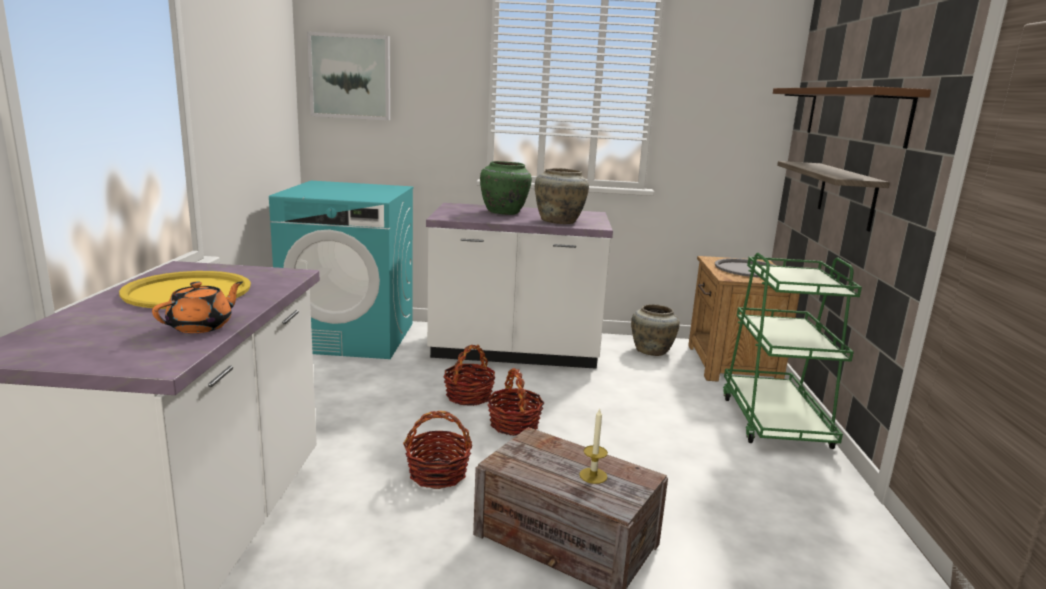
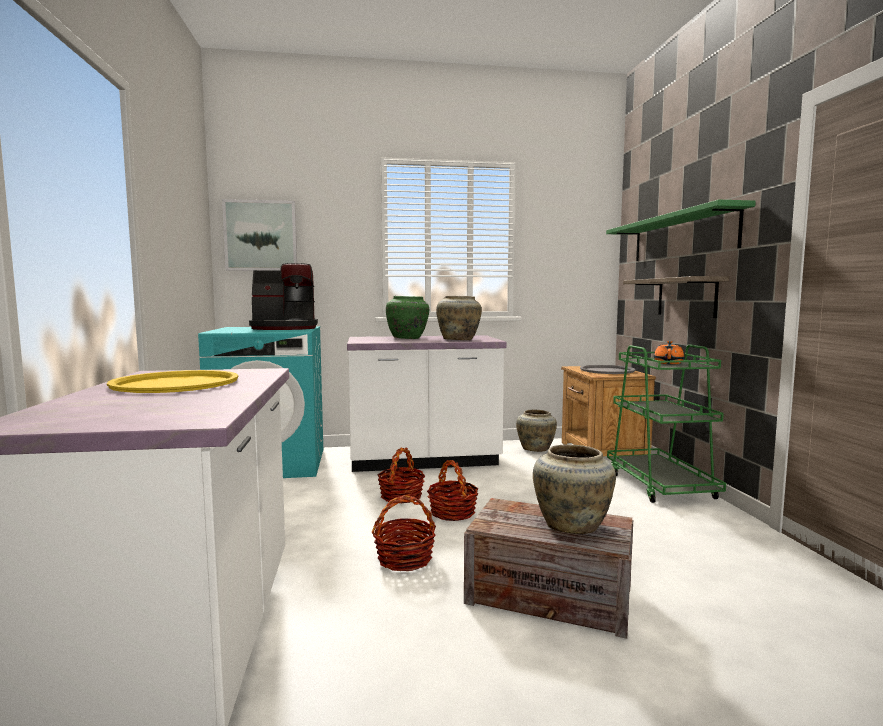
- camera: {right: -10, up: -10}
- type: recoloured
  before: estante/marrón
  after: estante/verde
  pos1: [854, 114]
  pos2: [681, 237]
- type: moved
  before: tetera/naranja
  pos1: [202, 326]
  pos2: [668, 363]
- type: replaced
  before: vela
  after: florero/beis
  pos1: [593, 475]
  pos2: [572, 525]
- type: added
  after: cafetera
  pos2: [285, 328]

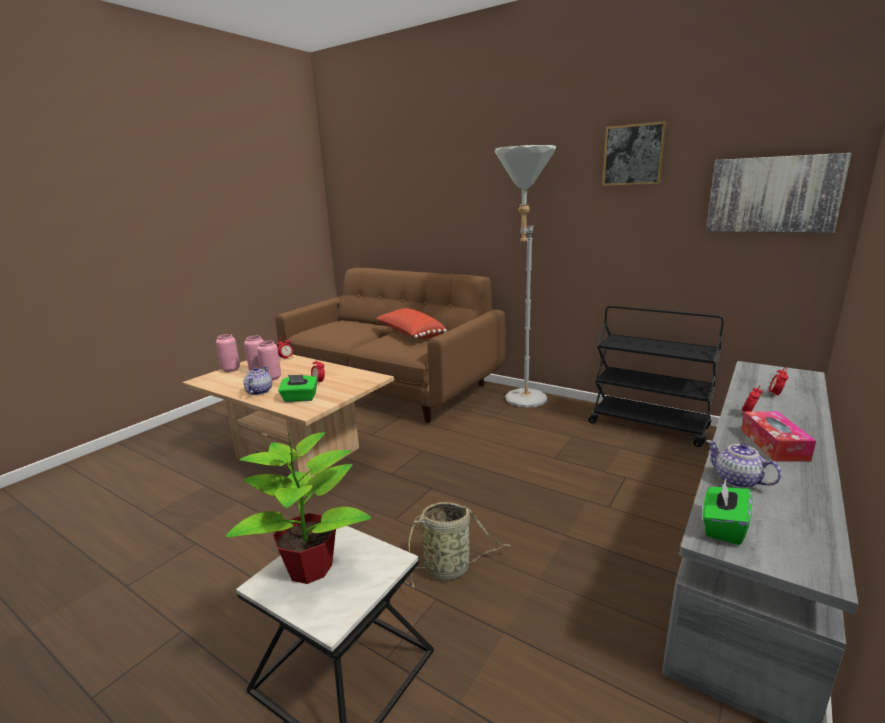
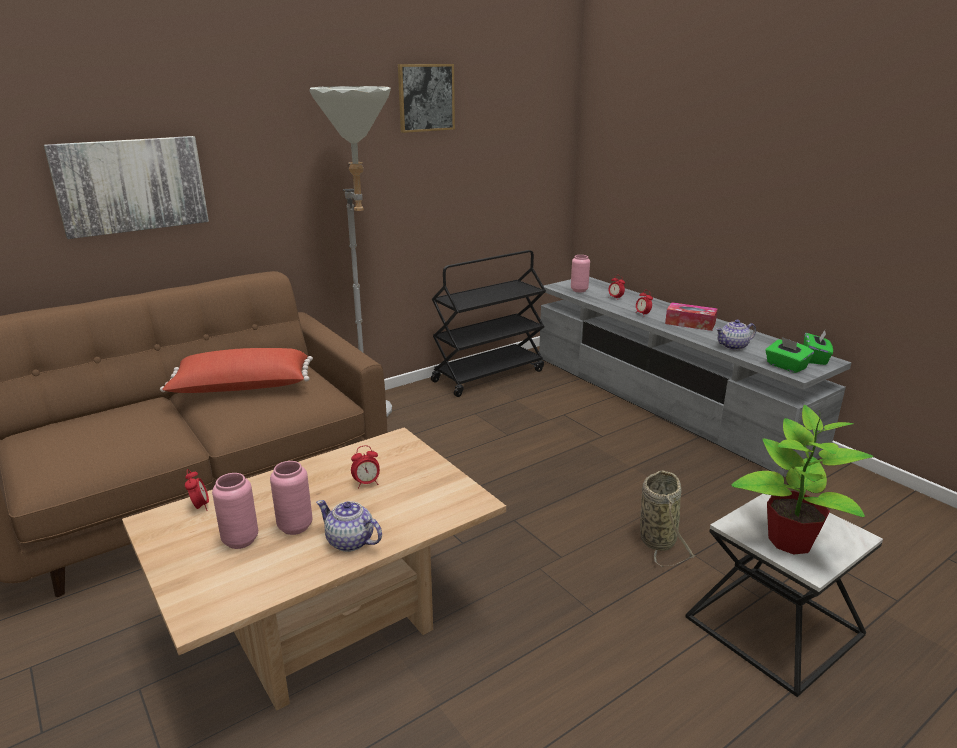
- camera: {right: -70, up: 5}
- type: moved
  before: cuadro
  pos1: [773, 194]
  pos2: [131, 185]
- type: moved
  before: florero/rosa
  pos1: [231, 370]
  pos2: [579, 290]
- type: moved
  before: caja de pañuelos/verde
  pos1: [300, 398]
  pos2: [815, 358]

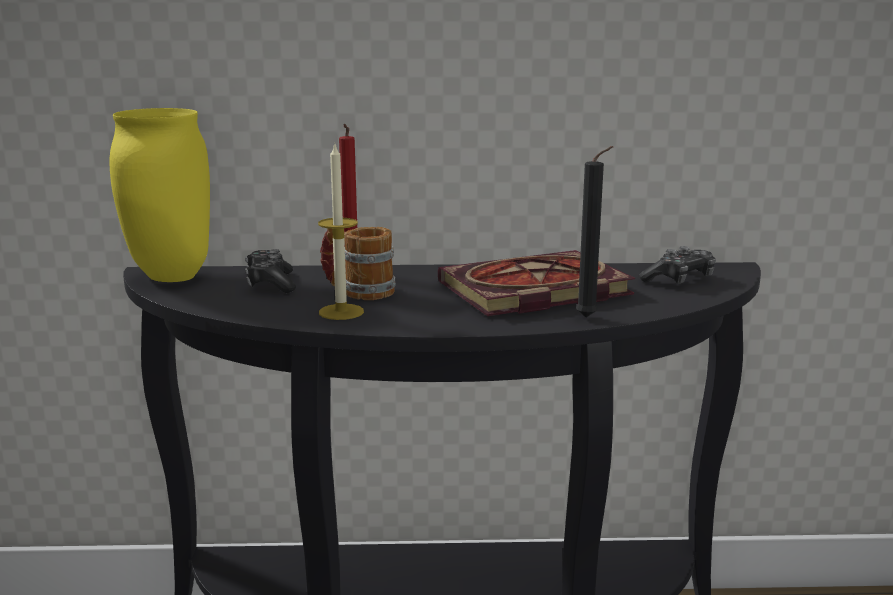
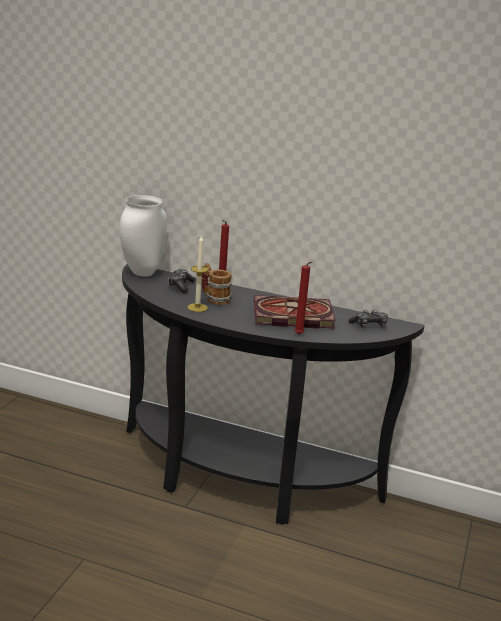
- camera: {right: 20, up: 5}
- type: recoloured
  before: florero/amarillo
  after: florero/blanco
  pos1: [169, 276]
  pos2: [141, 272]
- type: recoloured
  before: vela/negro
  after: vela/rojo
  pos1: [589, 318]
  pos2: [299, 335]

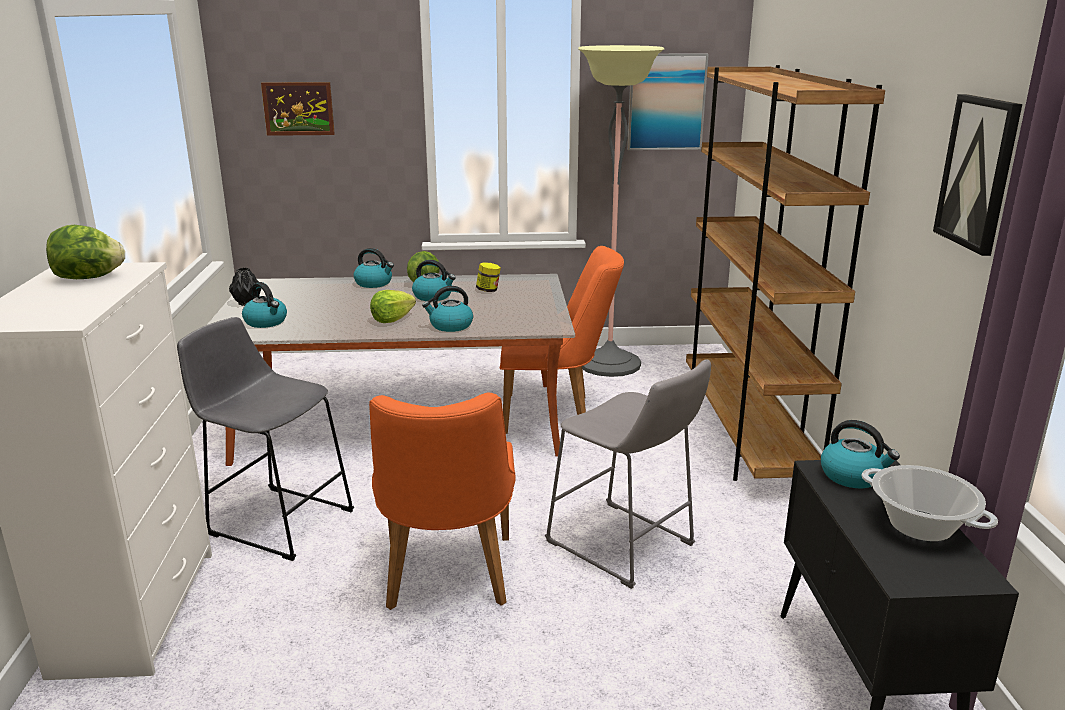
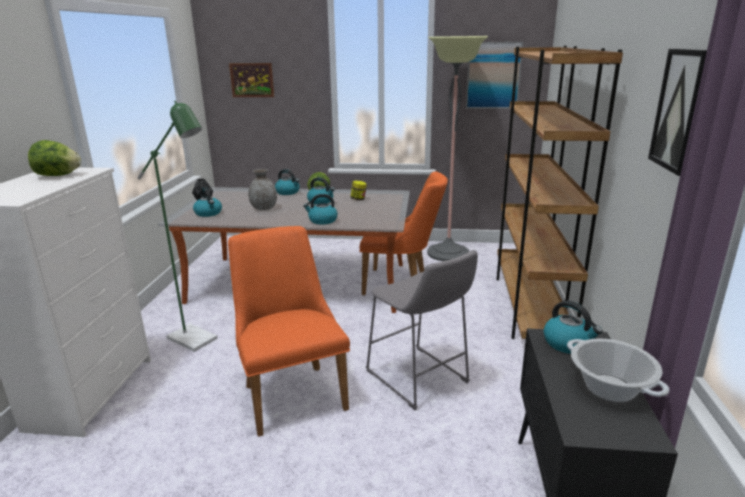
- camera: {right: 10, up: 0}
- type: removed
  before: lechuga
  pos1: [392, 319]
- type: replaced
  before: taburete/gris
  after: lámpara de pie/verde
  pos1: [276, 520]
  pos2: [198, 341]
- type: turned
  before: silla/naranja
  pos1: [447, 580]
  pos2: [291, 391]
  turn: 150
- type: added
  after: florero/gris
  pos2: [263, 208]

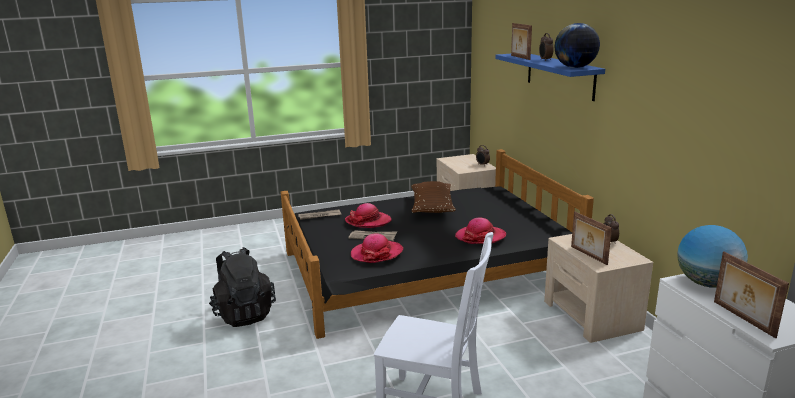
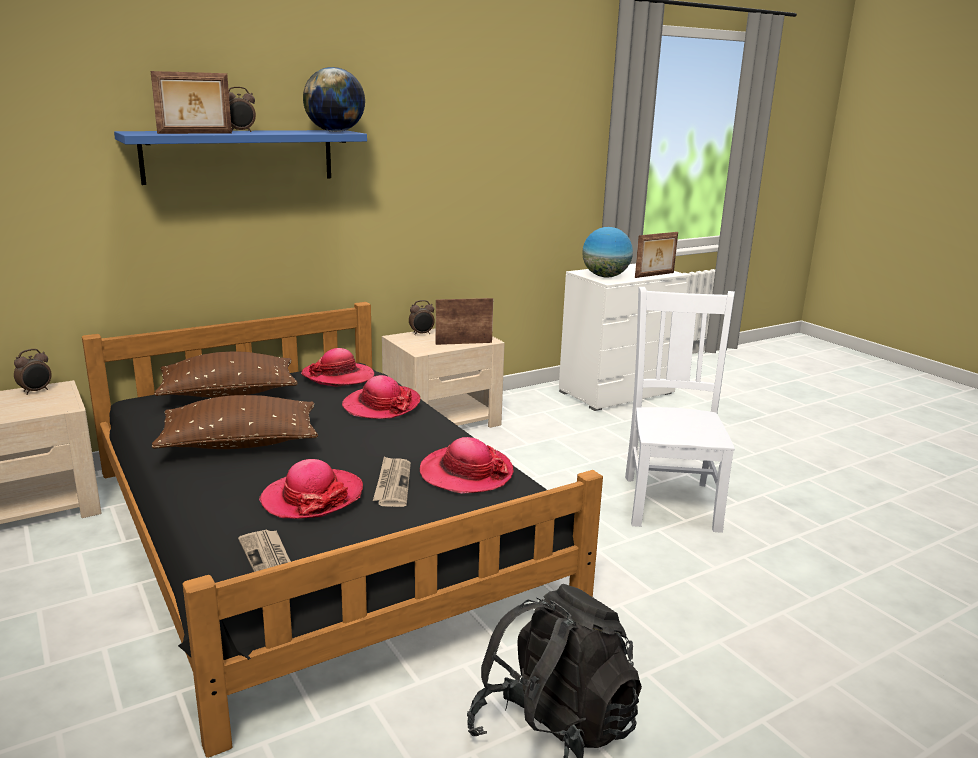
- camera: {right: -105, up: 0}
- type: turned
  before: portarretratos
  pos1: [588, 255]
  pos2: [463, 343]
  turn: -150
- type: added
  after: sombrero
  pos2: [338, 376]
- type: added
  after: cojín/marrón
  pos2: [229, 394]

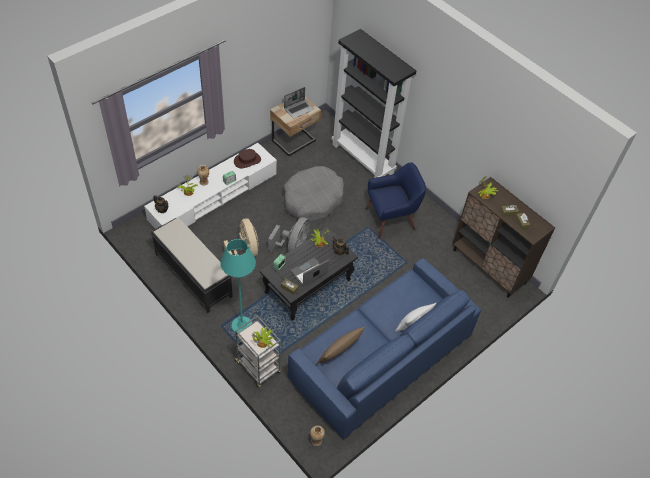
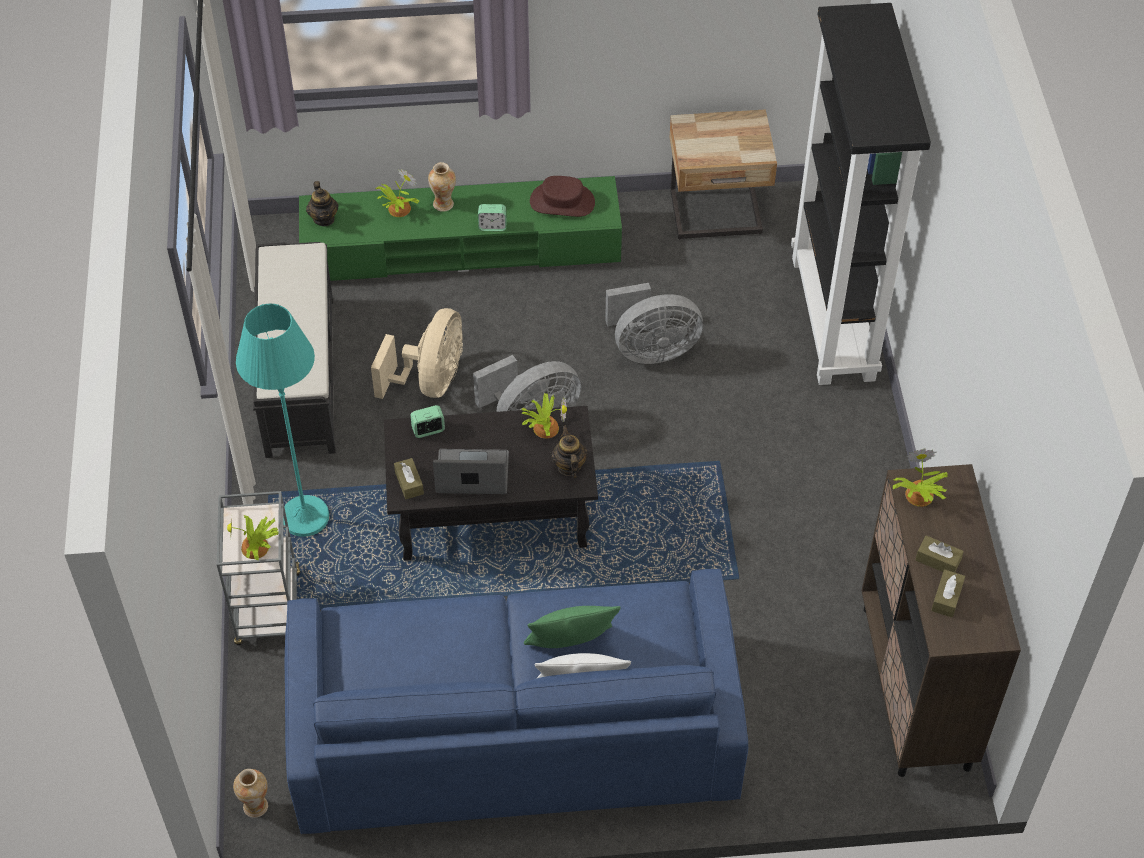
- camera: {right: 40, up: 0}
- type: removed
  before: portátil
  pos1: [299, 109]
- type: recoloured
  before: mueble de televisión/blanco
  after: mueble de televisión/verde
  pos1: [214, 197]
  pos2: [462, 248]
- type: removed
  before: sillón/azul
  pos1: [391, 219]
- type: replaced
  before: cama para perro/gris
  after: ventilador/gris
  pos1: [312, 200]
  pos2: [651, 349]
- type: removed
  before: cojín/marrón
  pos1: [340, 351]
- type: added
  after: cojín/verde
  pos2: [570, 646]

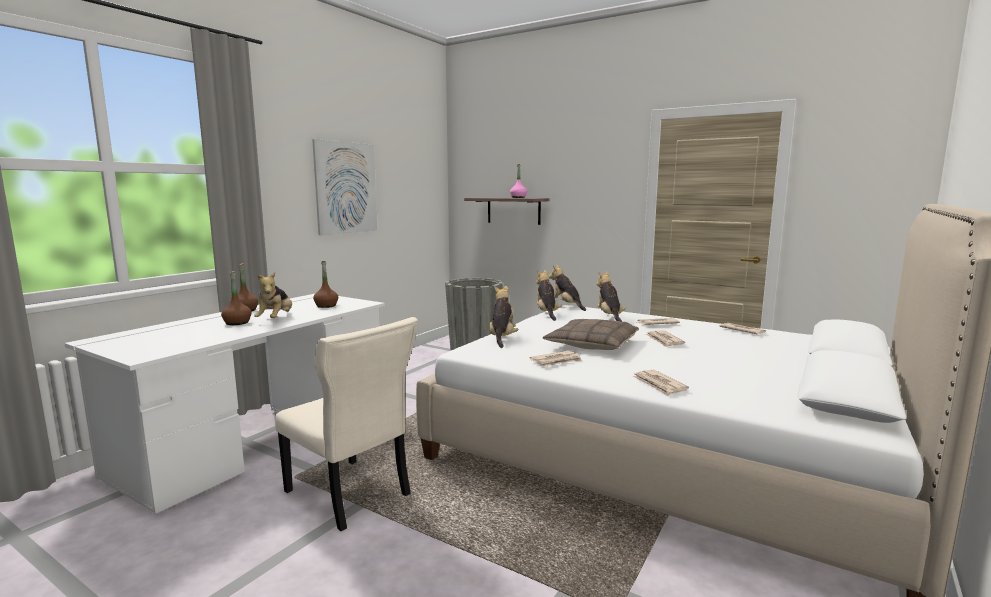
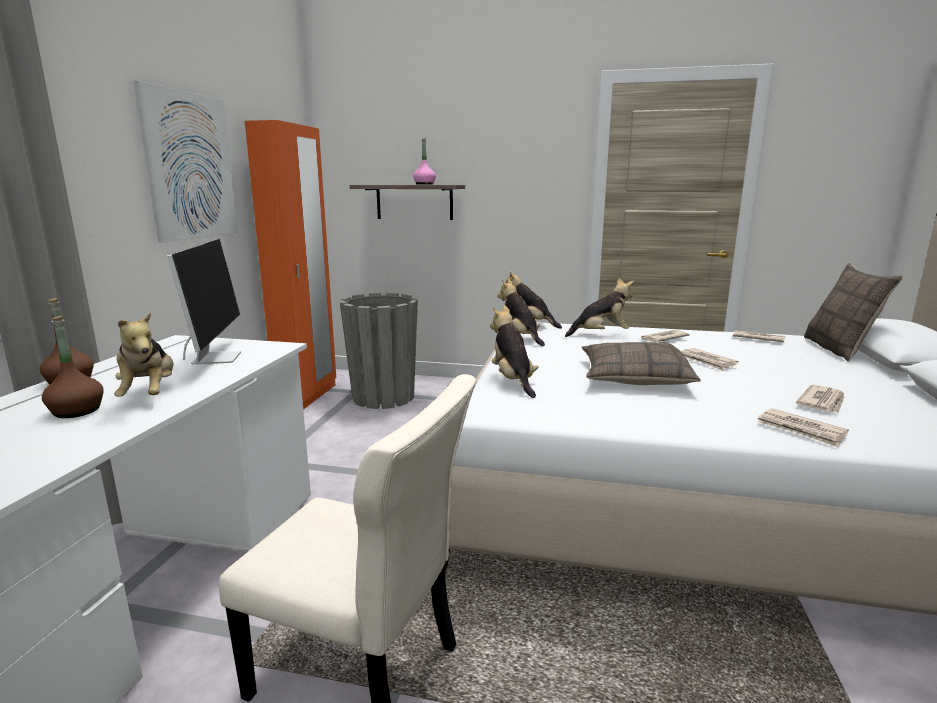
- camera: {right: -20, up: 5}
- type: replaced
  before: botella/marrón
  after: monitor
  pos1: [326, 306]
  pos2: [216, 358]
- type: turned
  before: peluche
  pos1: [609, 317]
  pos2: [600, 334]
  turn: 105
- type: moved
  before: periódico
  pos1: [556, 361]
  pos2: [822, 402]
- type: added
  after: armario ropero/naranja
  pos2: [307, 396]
- type: added
  after: cojín
  pos2: [839, 349]

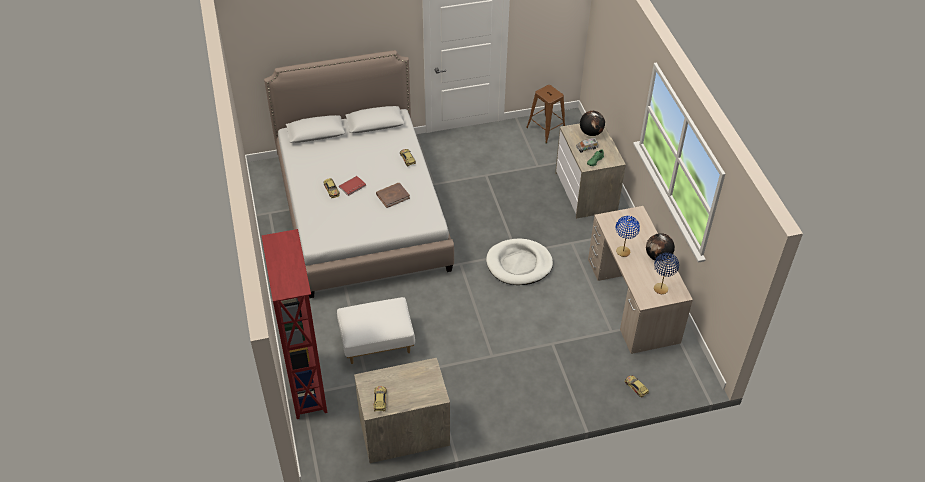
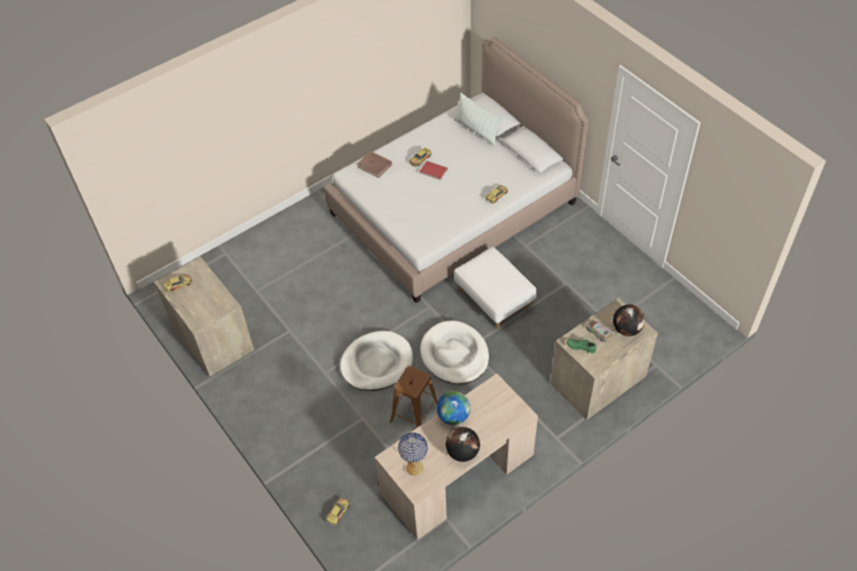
- camera: {right: 70, up: 5}
- type: moved
  before: taburete/marrón
  pos1: [546, 130]
  pos2: [414, 414]
- type: moved
  before: libro/marrón
  pos1: [392, 196]
  pos2: [375, 165]
- type: replaced
  before: lámpara de mesa/azul
  after: globo terráqueo
  pos1: [623, 251]
  pos2: [453, 416]
- type: removed
  before: estantería/rojo
  pos1: [307, 385]
- type: moved
  before: puf/blanco
  pos1: [377, 342]
  pos2: [495, 300]
- type: added
  after: cojín
  pos2: [476, 130]
- type: added
  after: cama para perro/blanco
  pos2: [376, 363]

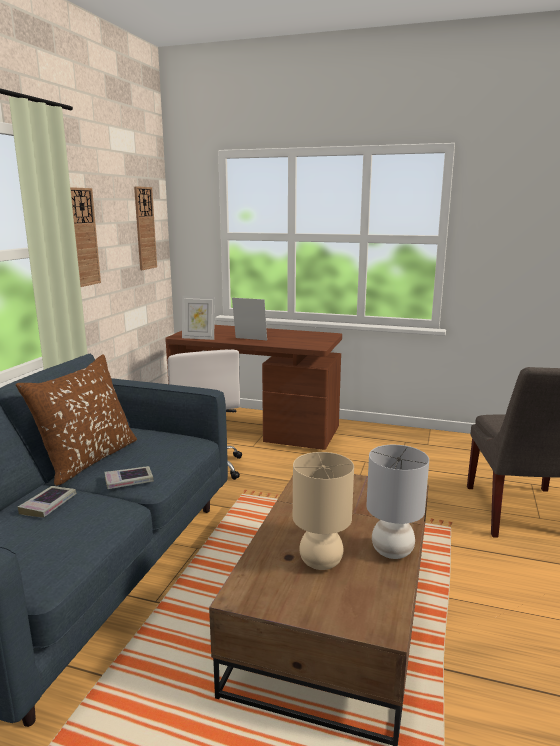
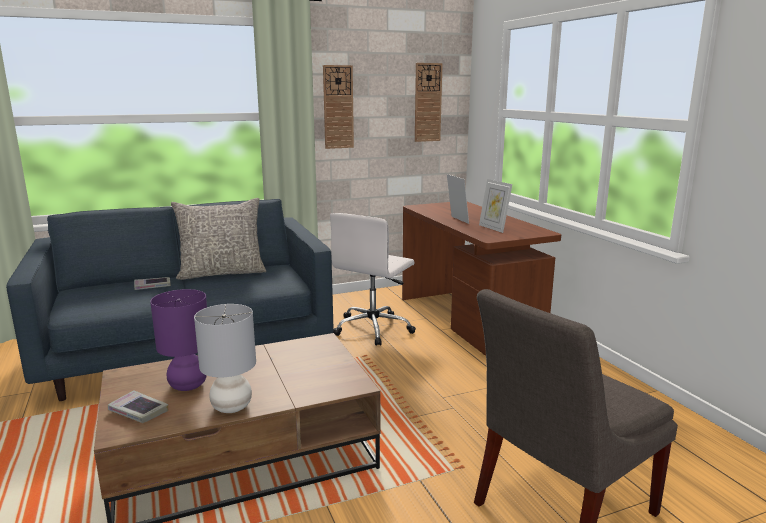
- camera: {right: 50, up: 0}
- type: moved
  before: portarretratos
  pos1: [199, 338]
  pos2: [493, 228]
- type: recoloured
  before: cojín/marrón
  after: cojín/gris
  pos1: [87, 459]
  pos2: [222, 273]
- type: recoloured
  before: lámpara de mesa/beis
  after: lámpara de mesa/morado
  pos1: [320, 562]
  pos2: [187, 385]
- type: moved
  before: libro
  pos1: [129, 481]
  pos2: [138, 411]

